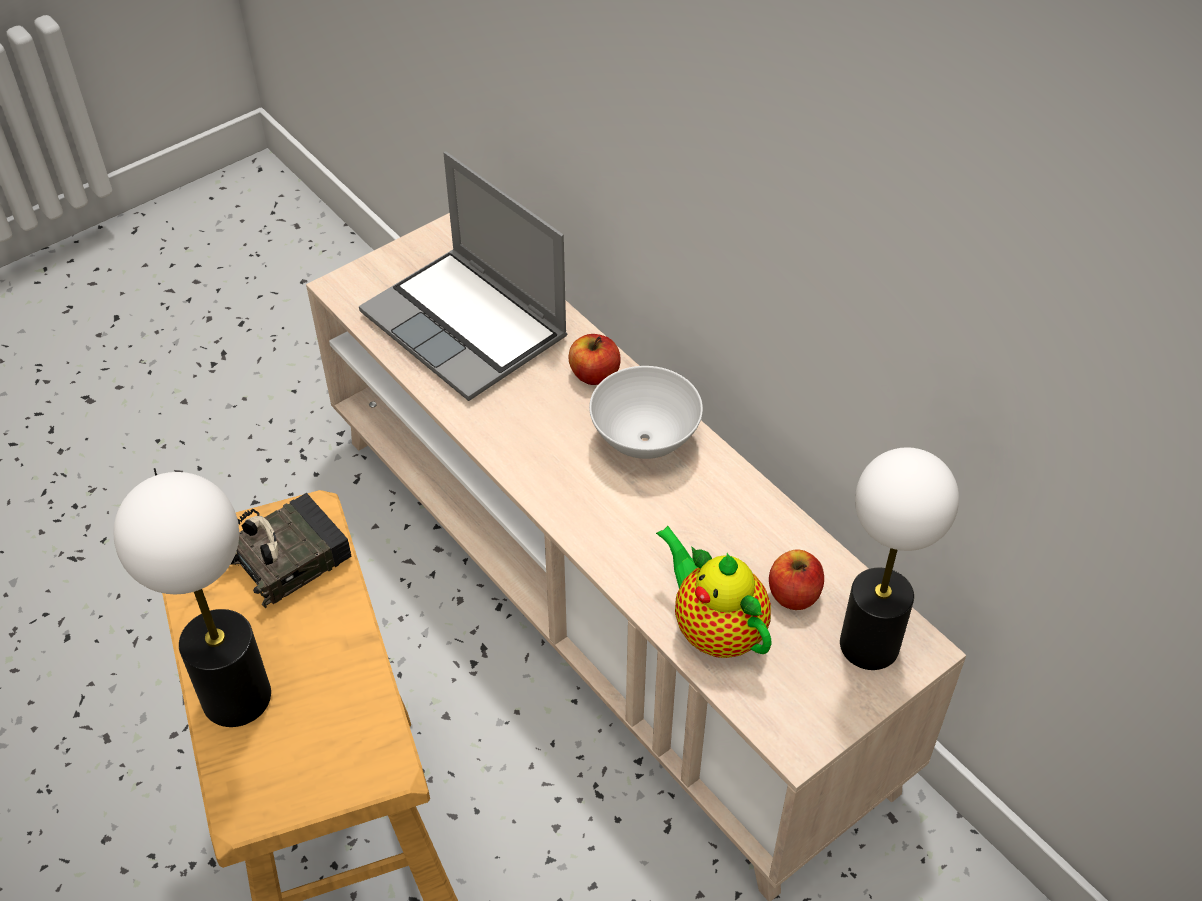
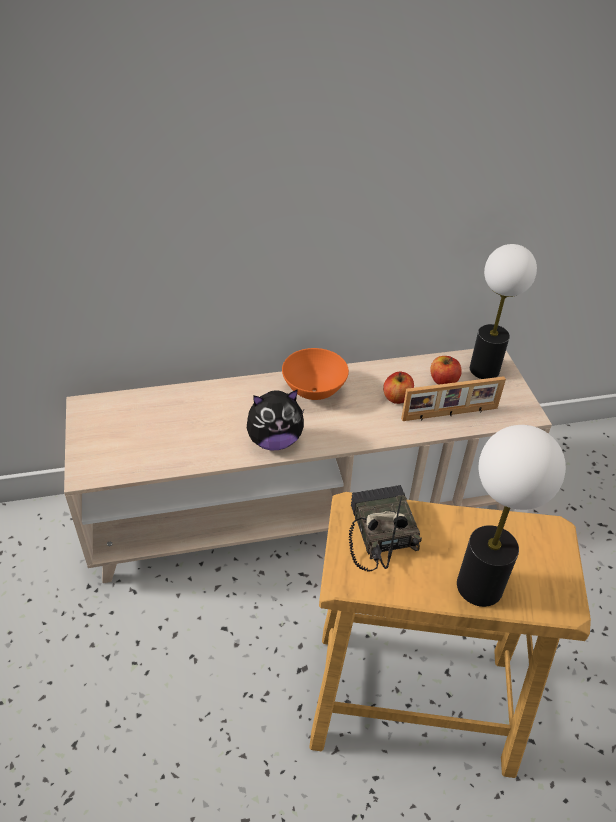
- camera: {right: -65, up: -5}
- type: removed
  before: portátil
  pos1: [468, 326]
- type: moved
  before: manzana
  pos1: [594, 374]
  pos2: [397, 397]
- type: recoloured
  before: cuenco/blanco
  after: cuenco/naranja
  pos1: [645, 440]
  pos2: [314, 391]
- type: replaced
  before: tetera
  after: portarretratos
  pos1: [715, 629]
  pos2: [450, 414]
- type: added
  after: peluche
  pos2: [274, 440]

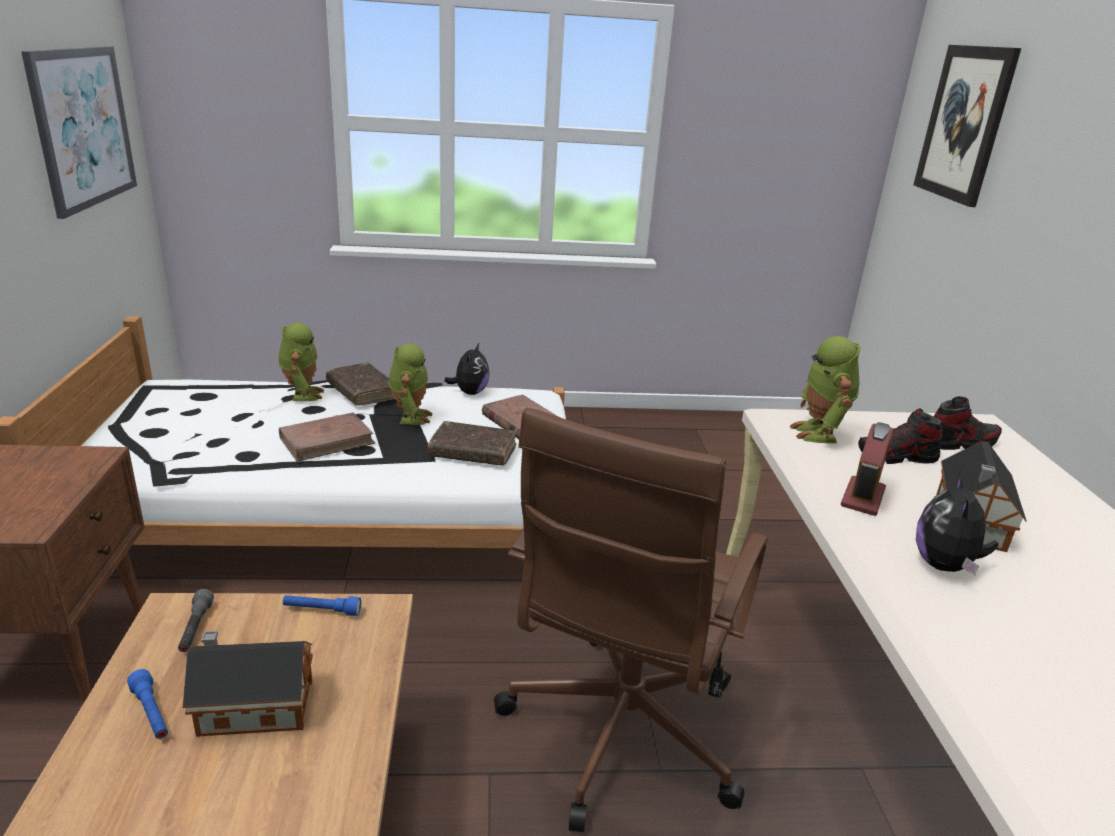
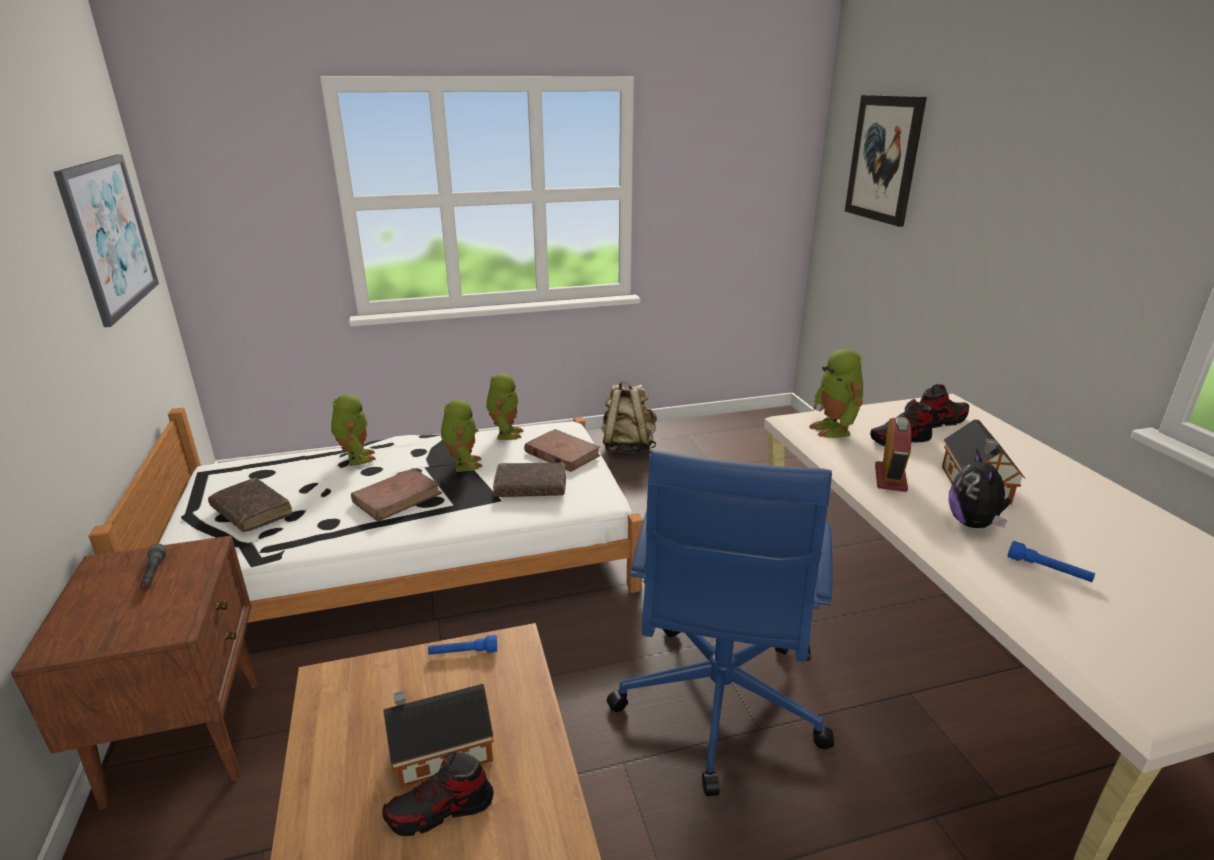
- camera: {right: -10, up: 0}
- type: replaced
  before: peluche
  after: robot de juguete
  pos1: [470, 392]
  pos2: [505, 433]
- type: moved
  before: libro/marrón
  pos1: [362, 392]
  pos2: [252, 512]
- type: recoloured
  before: silla de oficina/marrón
  after: silla de oficina/azul
  pos1: [619, 734]
  pos2: [717, 707]
- type: moved
  before: linterna/gris
  pos1: [195, 628]
  pos2: [154, 574]
- type: moved
  before: linterna/azul
  pos1: [151, 713]
  pos2: [1048, 570]
- type: added
  after: mochila/beis
  pos2: [627, 446]
- type: added
  after: zapato
  pos2: [440, 810]

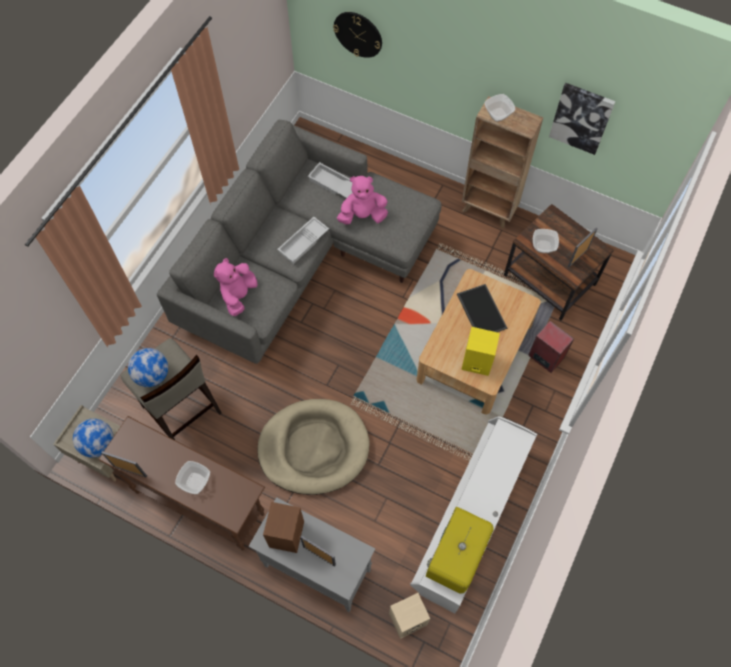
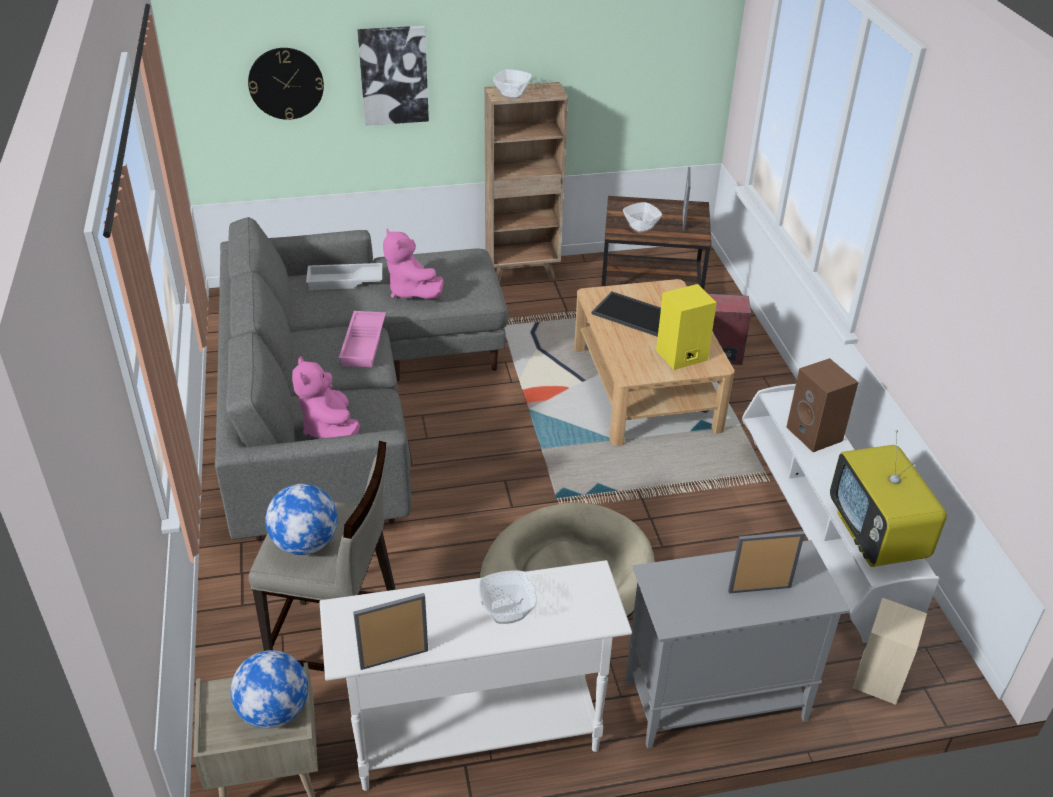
- camera: {right: -40, up: -25}
- type: moved
  before: cuadro
  pos1: [581, 118]
  pos2: [393, 75]
- type: turned
  before: peluche/rosa
  pos1: [362, 215]
  pos2: [411, 291]
  turn: -75
- type: recoloured
  before: bandeja/blanco
  after: bandeja/rosa
  pos1: [304, 243]
  pos2: [364, 344]
- type: recoloured
  before: mesa consola/marrón
  after: mesa consola/blanco
  pos1: [199, 502]
  pos2: [475, 736]
- type: moved
  before: altavoz/marrón
  pos1: [287, 535]
  pos2: [816, 434]

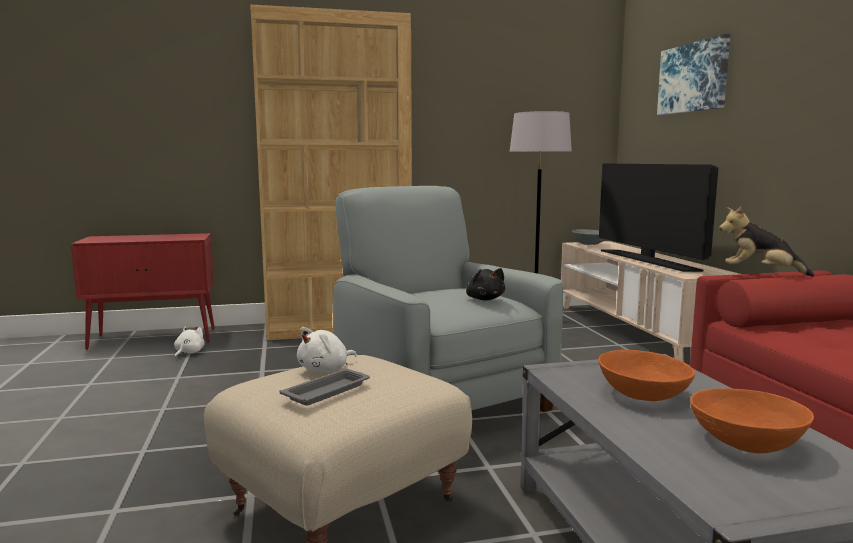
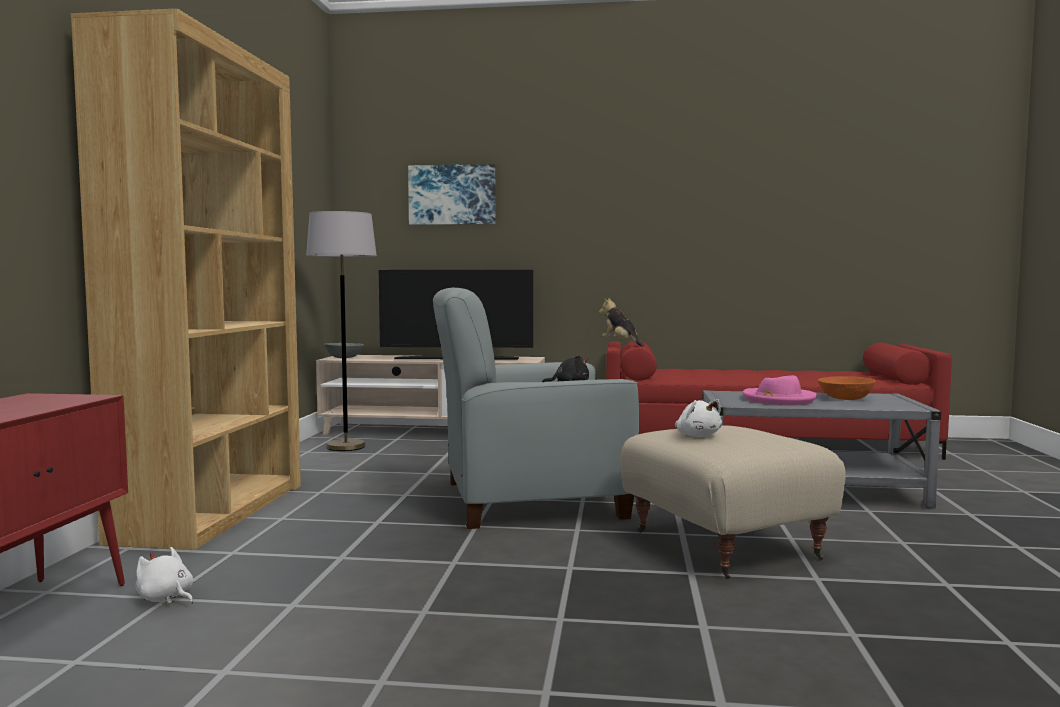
- camera: {right: -70, up: -5}
- type: turned
  before: peluche
  pos1: [760, 273]
  pos2: [621, 344]
  turn: 105
- type: replaced
  before: cuenco/naranja
  after: sombrero/rosa
  pos1: [641, 395]
  pos2: [778, 399]
- type: removed
  before: bandeja/gris
  pos1: [328, 391]

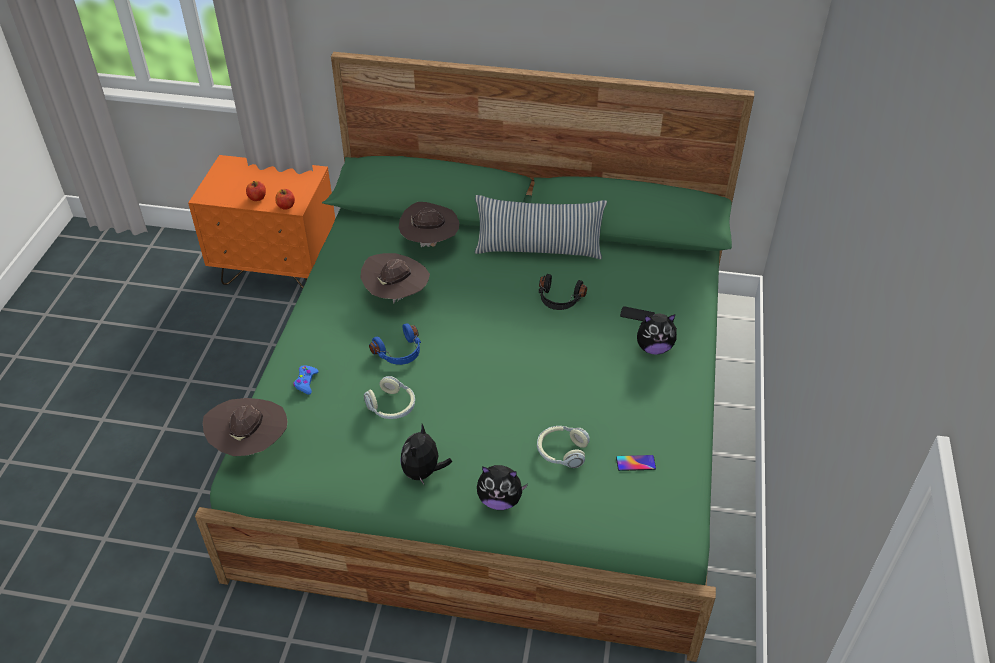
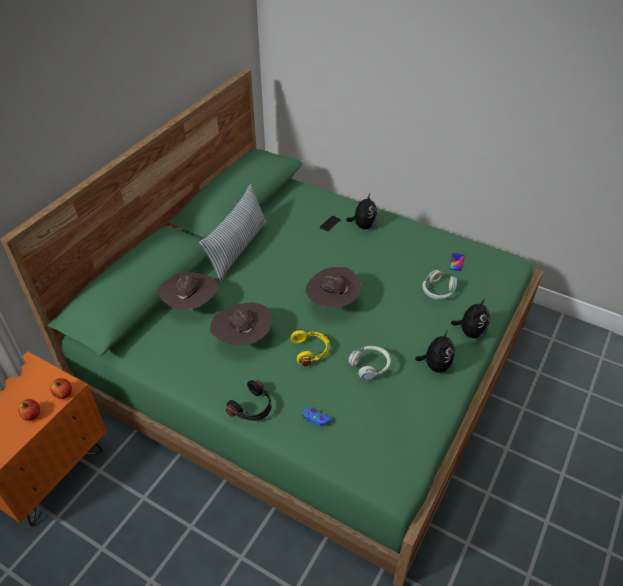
- camera: {right: -70, up: 0}
- type: moved
  before: auriculares/negro
  pos1: [559, 300]
  pos2: [253, 408]
- type: recoloured
  before: auriculares/azul
  after: auriculares/amarillo
  pos1: [400, 353]
  pos2: [311, 351]
- type: moved
  before: sombrero/marrón
  pos1: [251, 444]
  pos2: [332, 303]
- type: turned
  before: peluche
  pos1: [423, 472]
  pos2: [435, 365]
  turn: -105

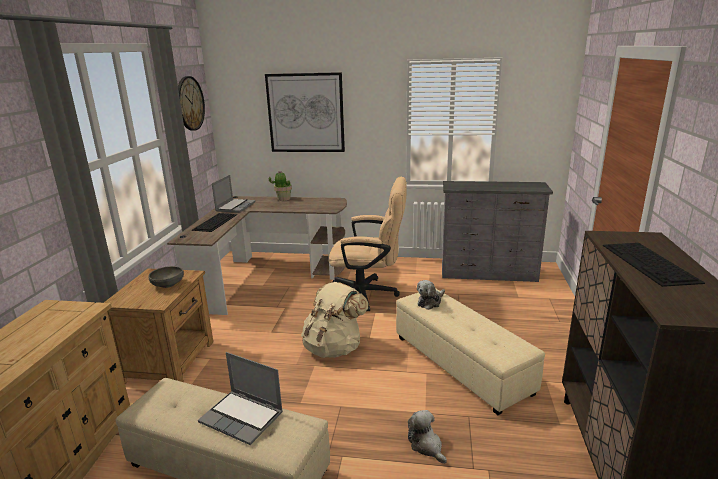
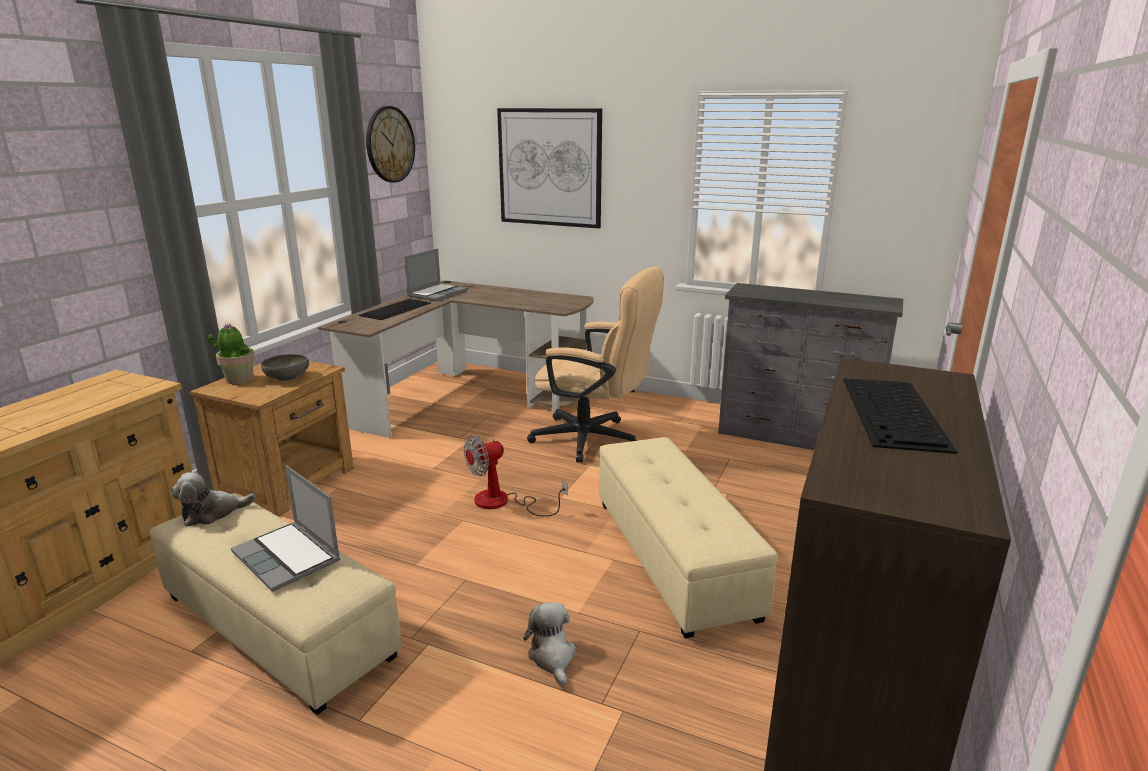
- camera: {right: 15, up: 0}
- type: moved
  before: planta en maceta
  pos1: [283, 199]
  pos2: [239, 379]
- type: moved
  before: peluche
  pos1: [430, 302]
  pos2: [212, 513]
- type: replaced
  before: mochila/beis
  after: ventilador
  pos1: [334, 348]
  pos2: [503, 502]

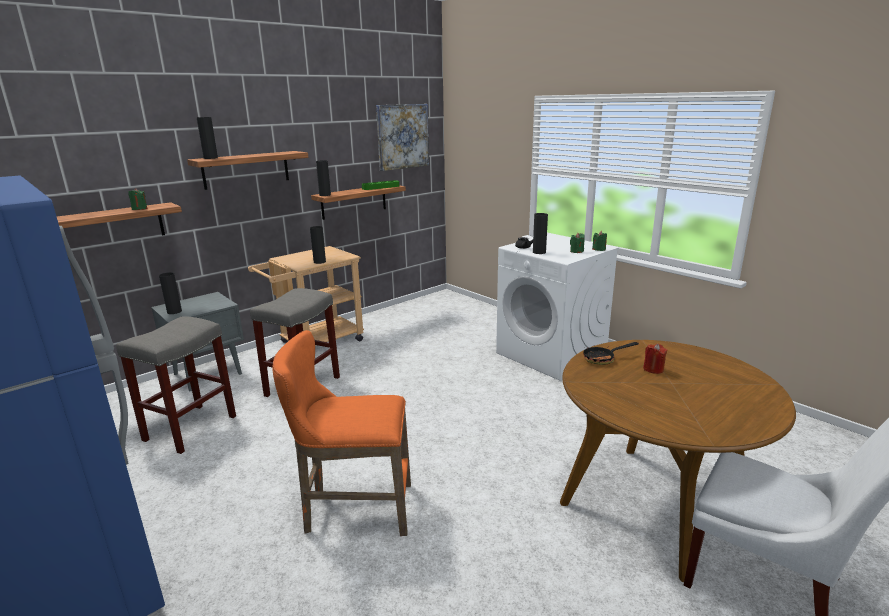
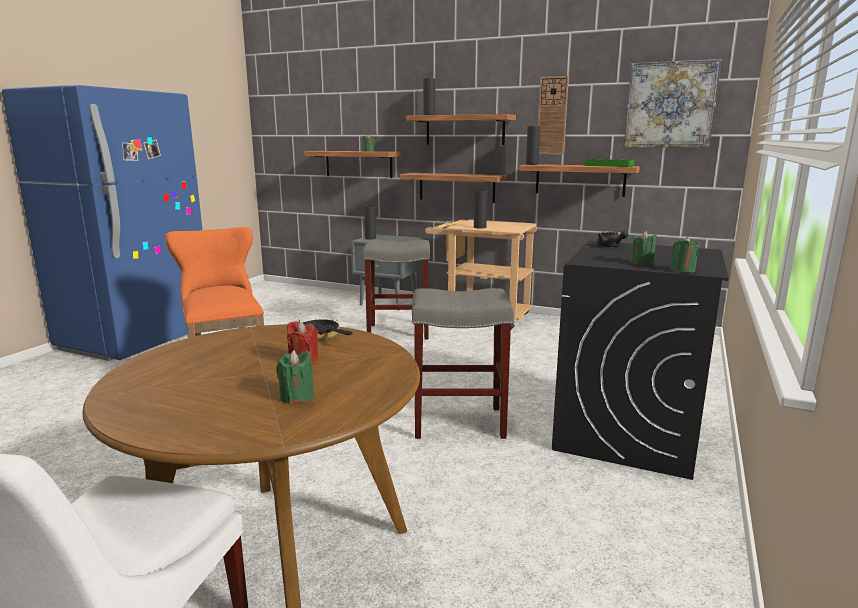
- camera: {right: 65, up: -5}
- type: removed
  before: florero/negro
  pos1: [539, 252]
- type: recoloured
  before: lavadora/blanco
  after: lavadora/negro
  pos1: [551, 354]
  pos2: [627, 433]
- type: moved
  before: taburete/gris
  pos1: [190, 429]
  pos2: [457, 422]
- type: added
  after: reloj de pared
  pos2: [552, 116]
- type: added
  after: estante
  pos2: [456, 187]
- type: added
  after: vela/verde
  pos2: [297, 396]

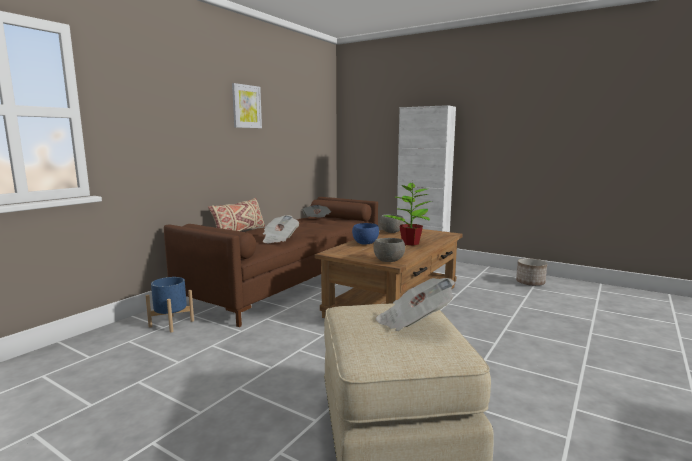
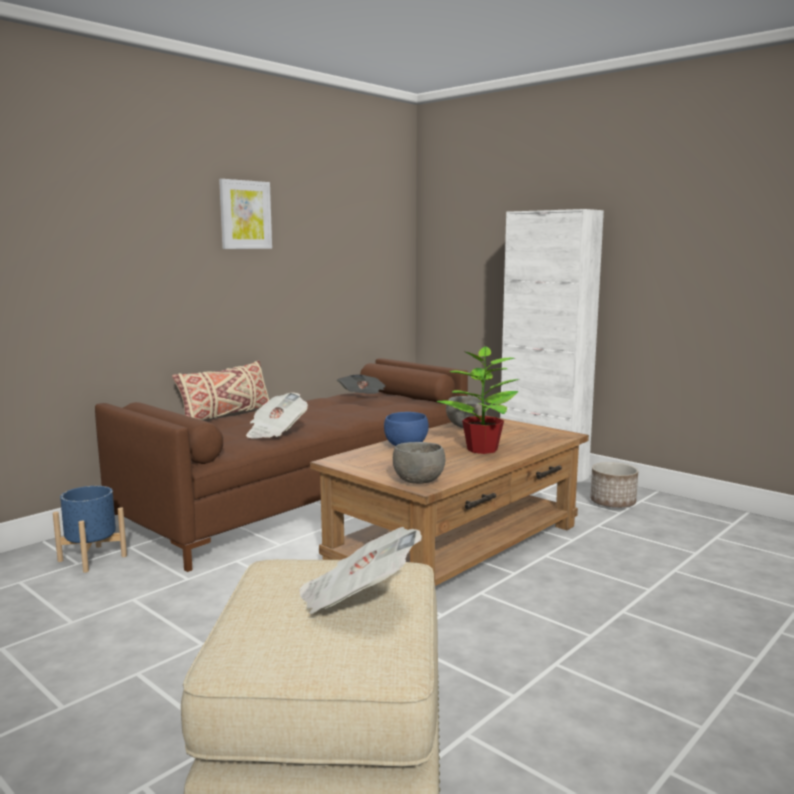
- camera: {right: 10, up: 0}
- type: moved
  before: maceta
  pos1: [530, 283]
  pos2: [613, 503]

